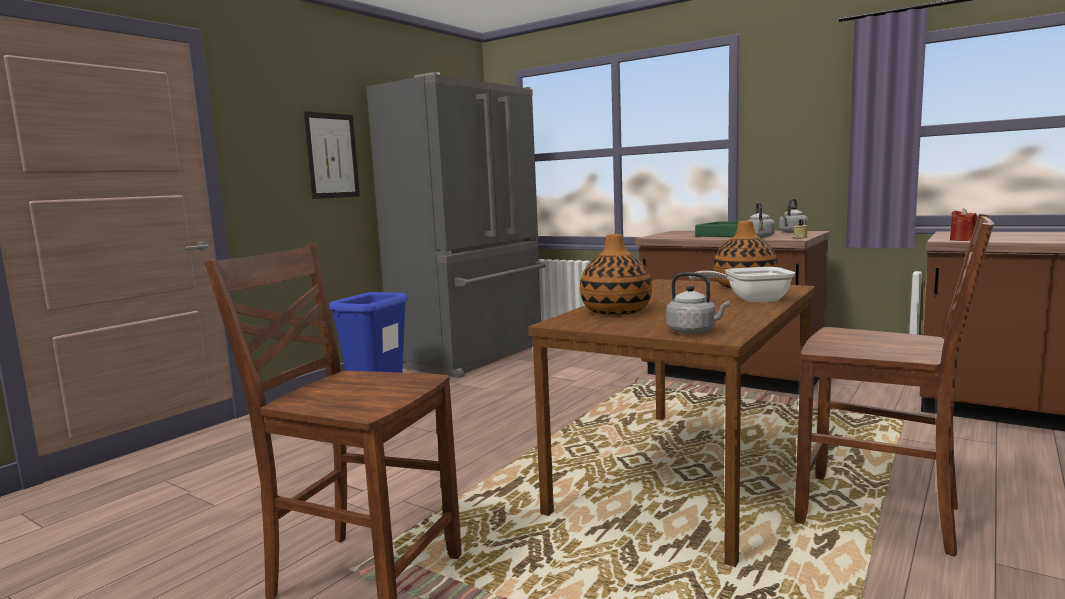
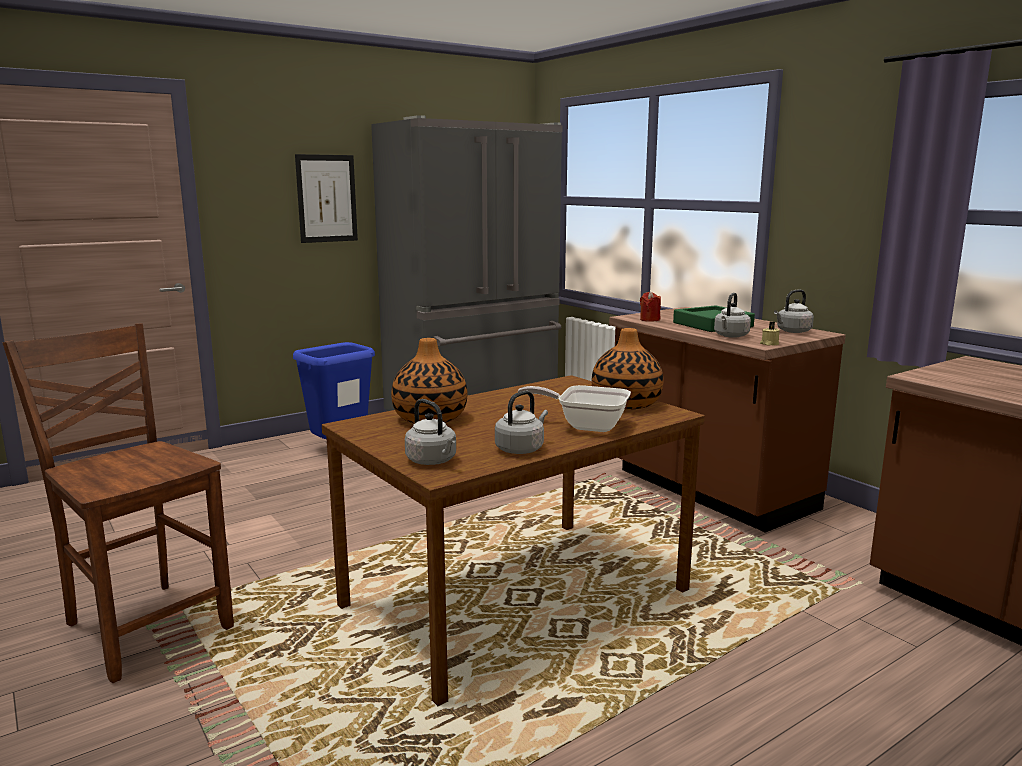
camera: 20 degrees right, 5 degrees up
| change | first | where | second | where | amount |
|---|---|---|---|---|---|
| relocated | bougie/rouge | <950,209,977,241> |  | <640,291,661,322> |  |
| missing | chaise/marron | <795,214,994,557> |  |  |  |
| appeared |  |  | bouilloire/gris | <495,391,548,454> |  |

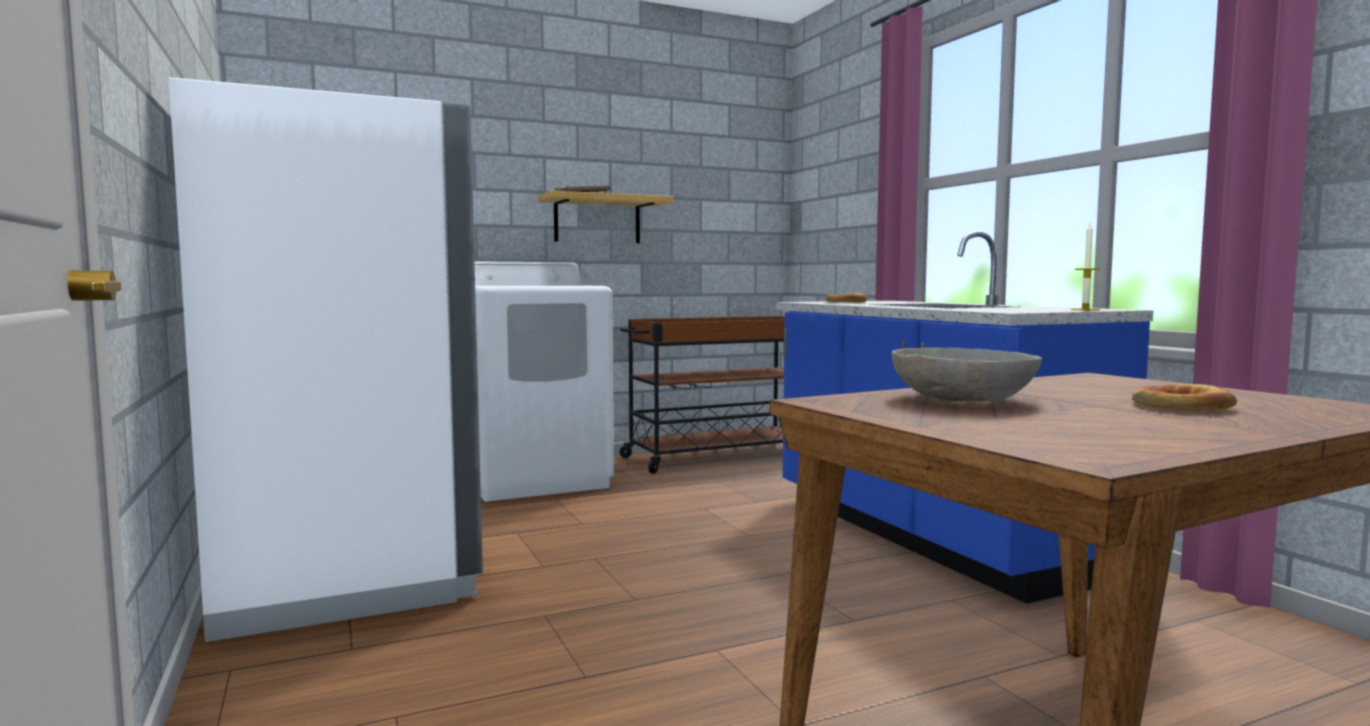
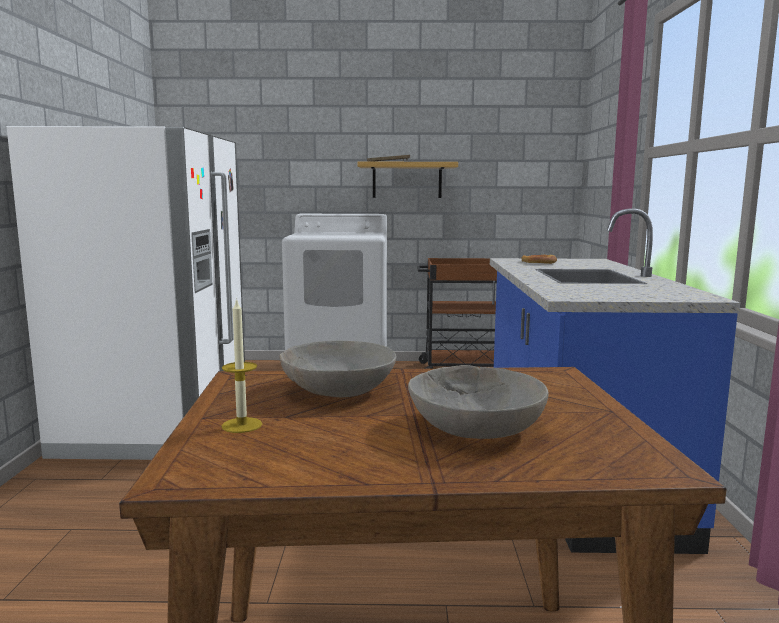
camera: 25 degrees right, 5 degrees up
| change | first | where | second | where | amount |
|---|---|---|---|---|---|
| relocated | bougie | <1071,224,1100,311> |  | <222,298,262,433> |  |
| exchanged | pain | <1132,384,1237,411> | bol/gris | <408,365,549,439> |  |

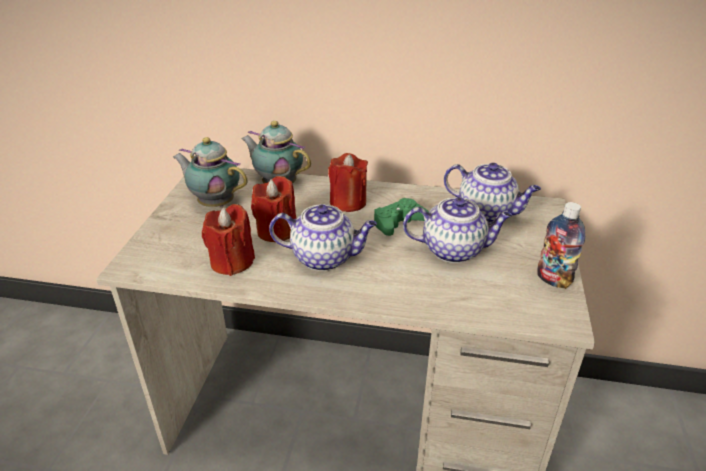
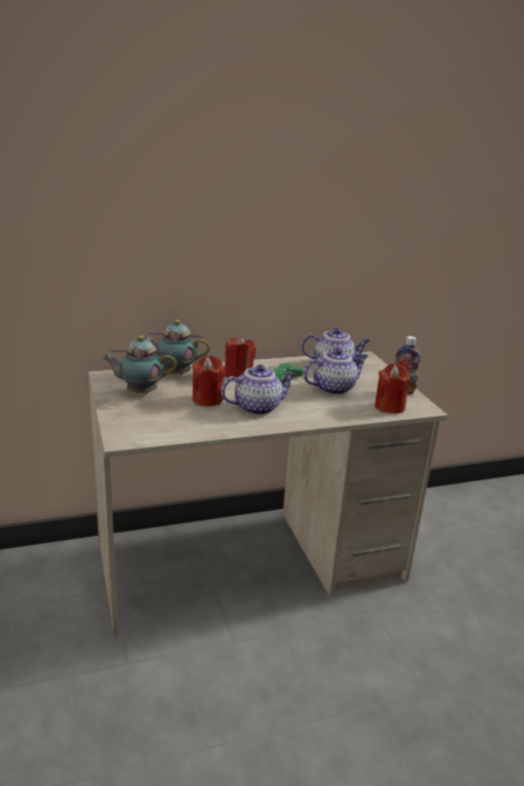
camera: 30 degrees left, 10 degrees down
| change | first | where | second | where | amount |
|---|---|---|---|---|---|
| relocated | bougie/rouge | <202,204,255,276> |  | <375,363,411,414> |  |

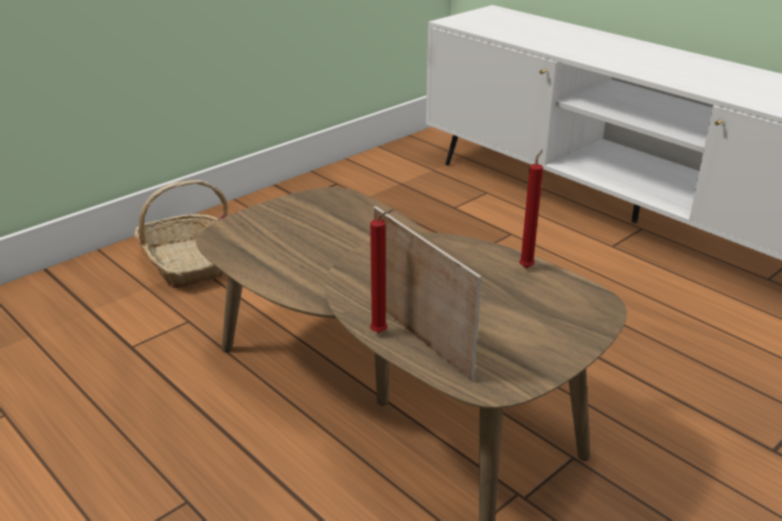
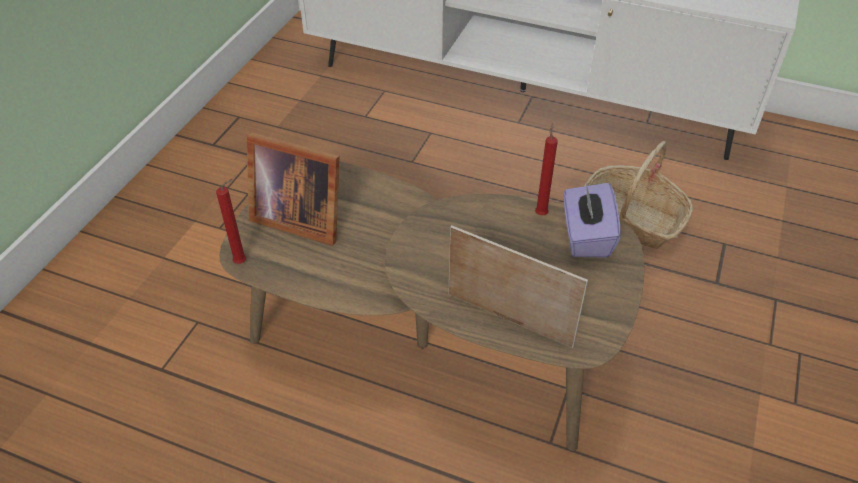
camera: 25 degrees left, 15 degrees up
| change | first | where | second | where | amount |
|---|---|---|---|---|---|
| relocated | panier | <134,180,228,288> |  | <584,141,693,249> |  |
| relocated | bougie/rouge | <370,209,394,333> |  | <216,179,246,264> |  |
| appeared |  |  | cadre photo | <246,133,340,246> |  |
| appeared |  |  | boîte à mouchoirs/violet | <564,183,620,258> |  |

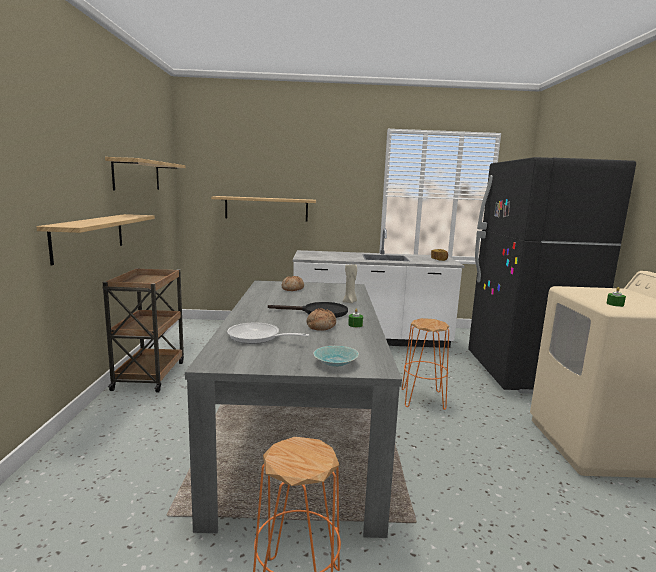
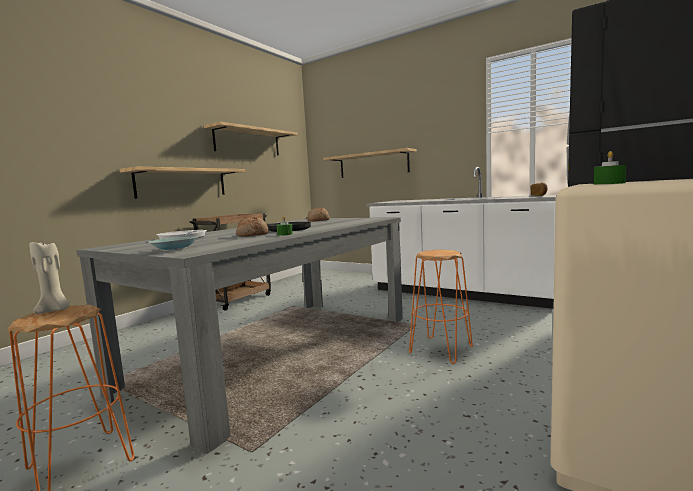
camera: 35 degrees right, 5 degrees down
| change | first | where | second | where | amount |
|---|---|---|---|---|---|
| relocated | bougie/beige | <343,262,357,303> |  | <29,238,70,314> |  |

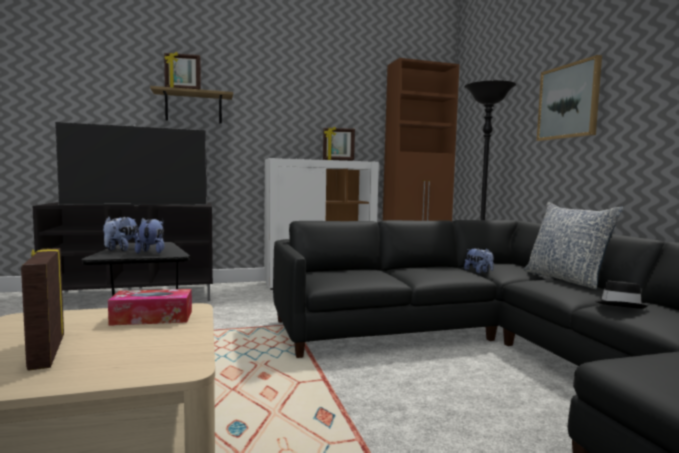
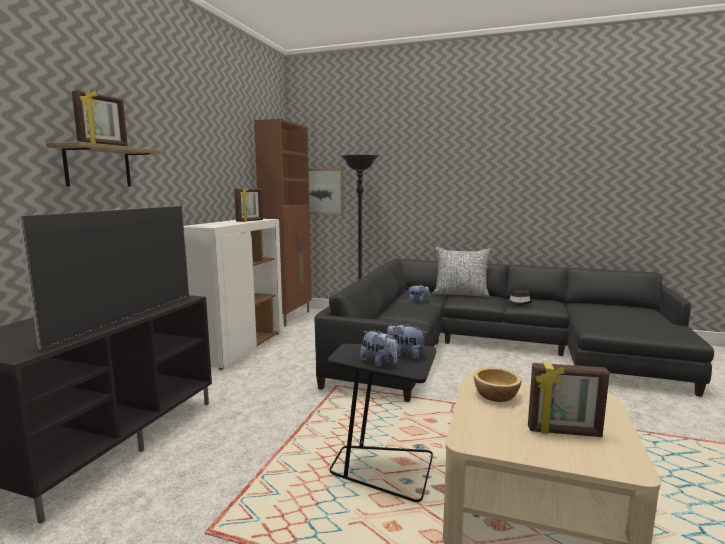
camera: 55 degrees left, 5 degrees up
| change | first | where | second | where | amount |
|---|---|---|---|---|---|
| relocated | tableau | <537,55,602,141> |  | <309,168,343,214> |  |
| exchanged | boîte à mouchoirs | <108,289,192,326> | bol | <474,368,521,402> |  |

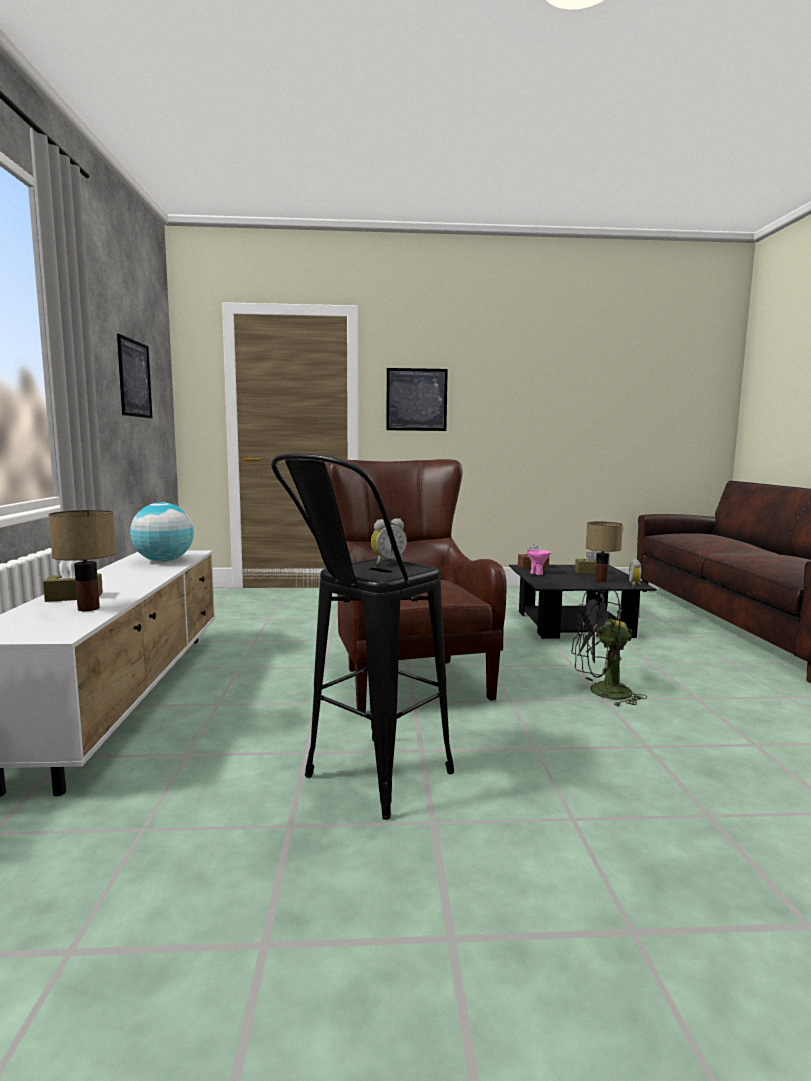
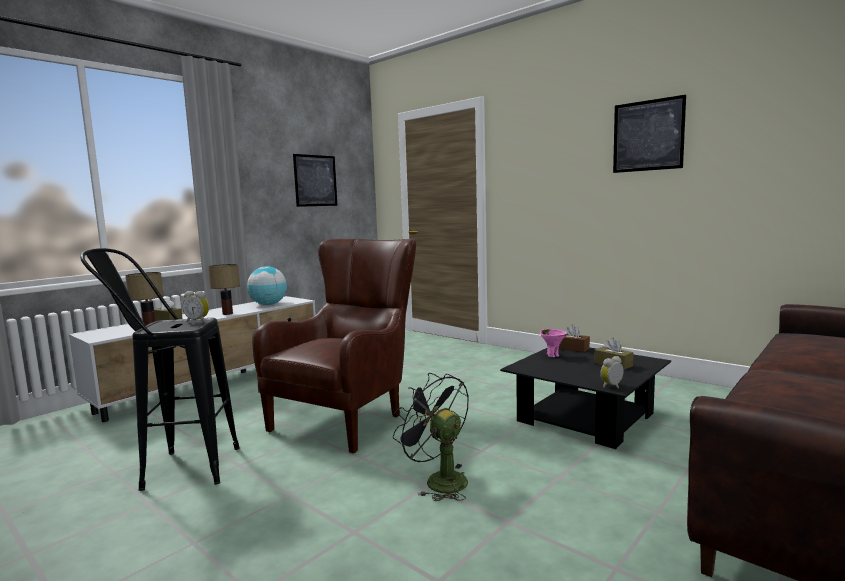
camera: 45 degrees right, 0 degrees up
| change | first | where | second | where | amount |
|---|---|---|---|---|---|
| relocated | tableau | <386,368,448,431> |  | <613,95,686,173> |  |
| relocated | lampe de table | <586,521,623,582> |  | <208,264,240,315> |  |

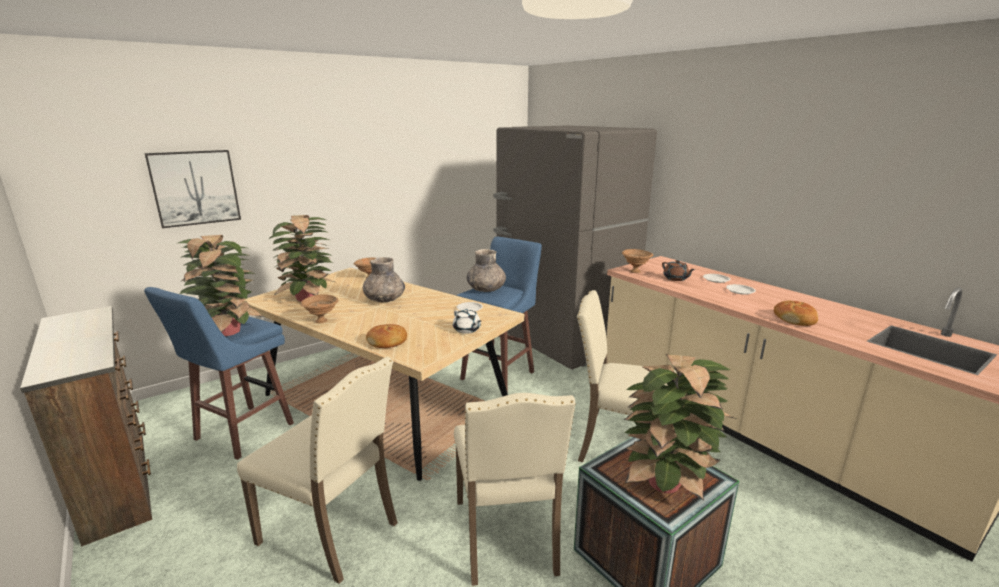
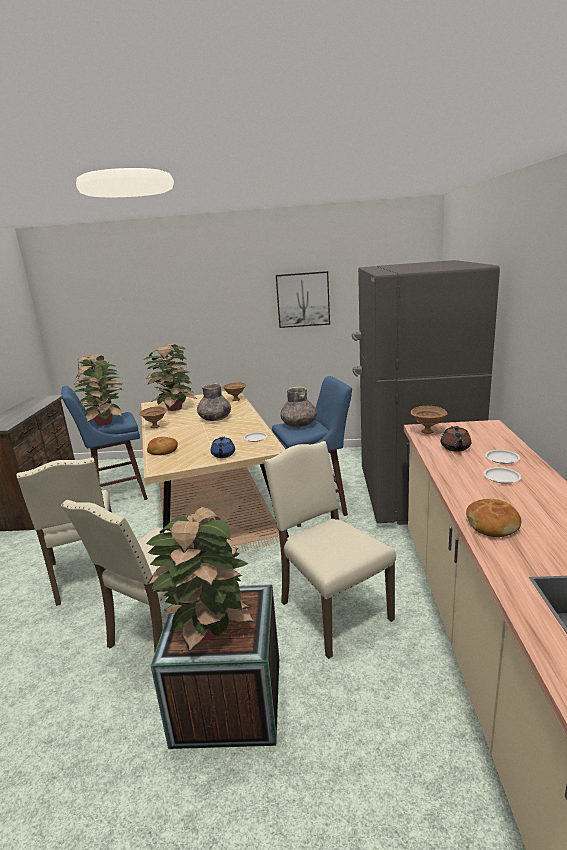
camera: 40 degrees right, 0 degrees up
| change | first | where | second | where | amount |
|---|---|---|---|---|---|
| relocated | tableau | <145,150,241,228> |  | <276,271,330,328> |  |
| colour | théière/blanc | <453,309,481,334> | théière/bleu | <211,437,235,458> |  |

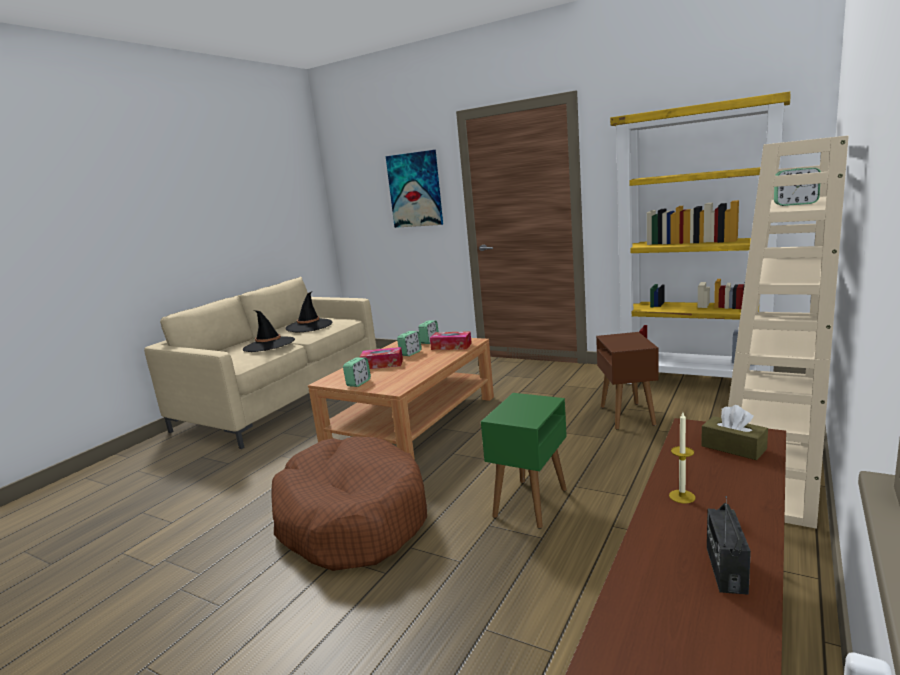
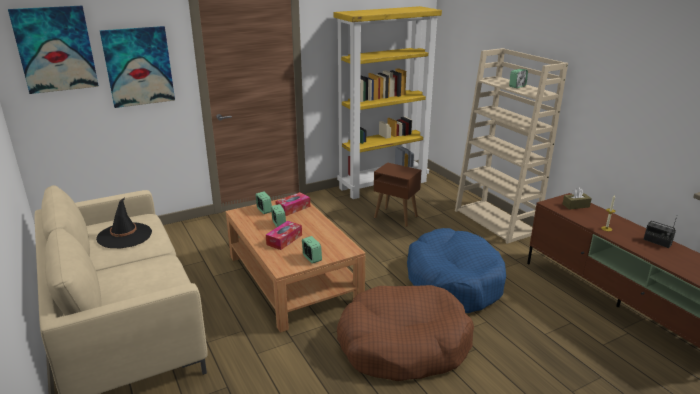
camera: 60 degrees left, 10 degrees up
| change | first | where | second | where | amount |
|---|---|---|---|---|---|
| missing | chapeau/noir | <243,310,295,352> |  |  |  |
| exchanged | table d'appoint/vert | <481,393,567,529> | panier pour chien/bleu | <407,228,506,313> |  |
| appeared |  |  | tableau | <8,6,99,94> |  |

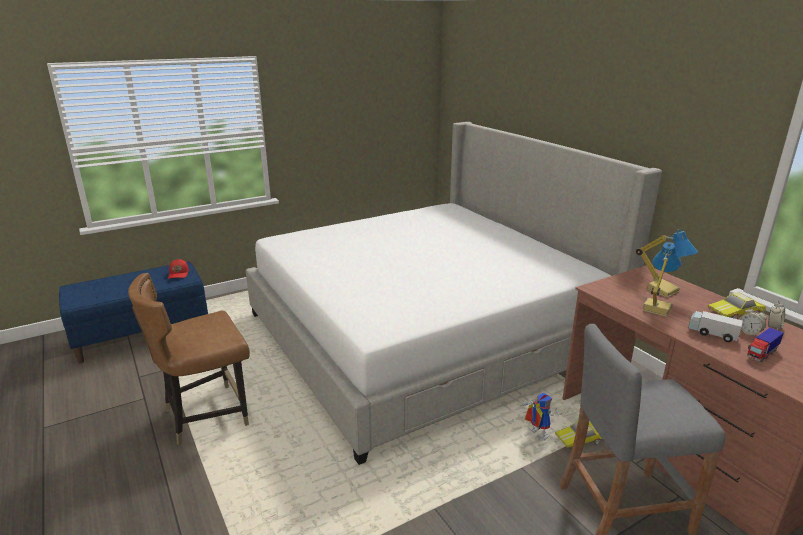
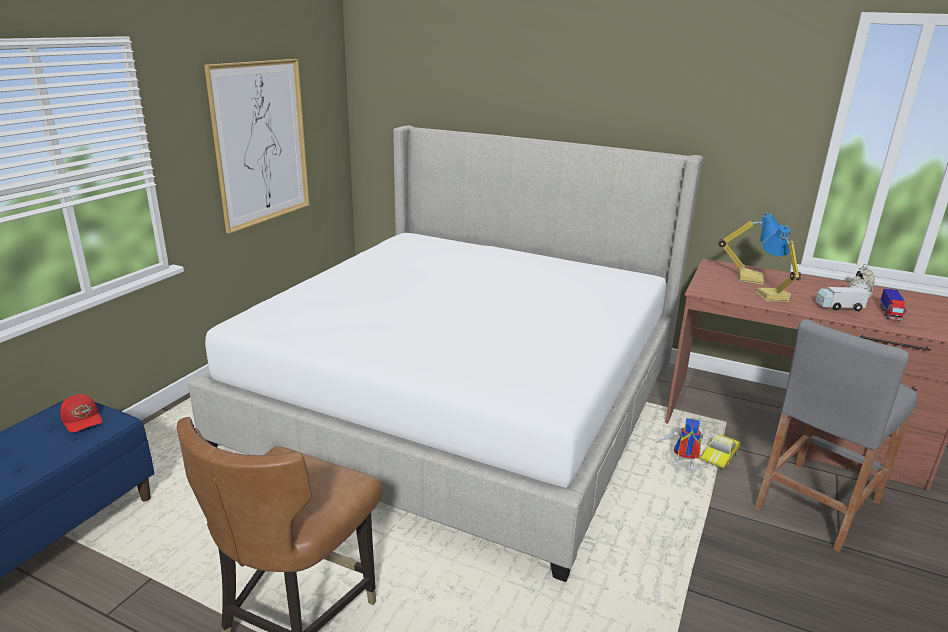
camera: 35 degrees left, 0 degrees up
| change | first | where | second | where | amount |
|---|---|---|---|---|---|
| missing | petite voiture | <708,292,766,319> |  |  |  |
| appeared |  |  | tableau | <204,59,309,234> |  |

